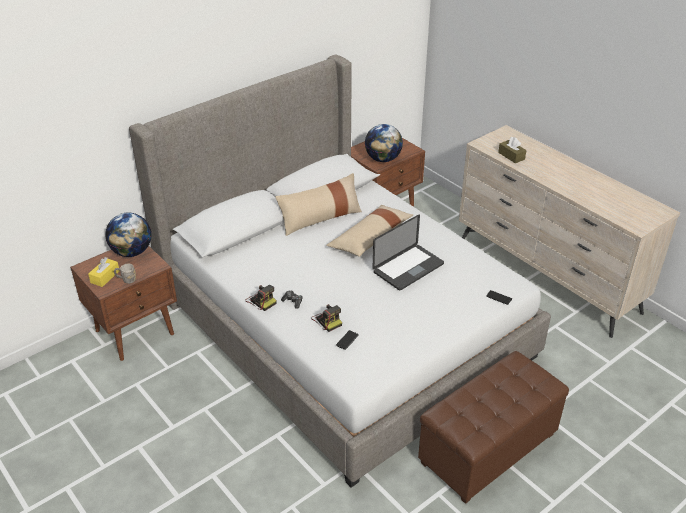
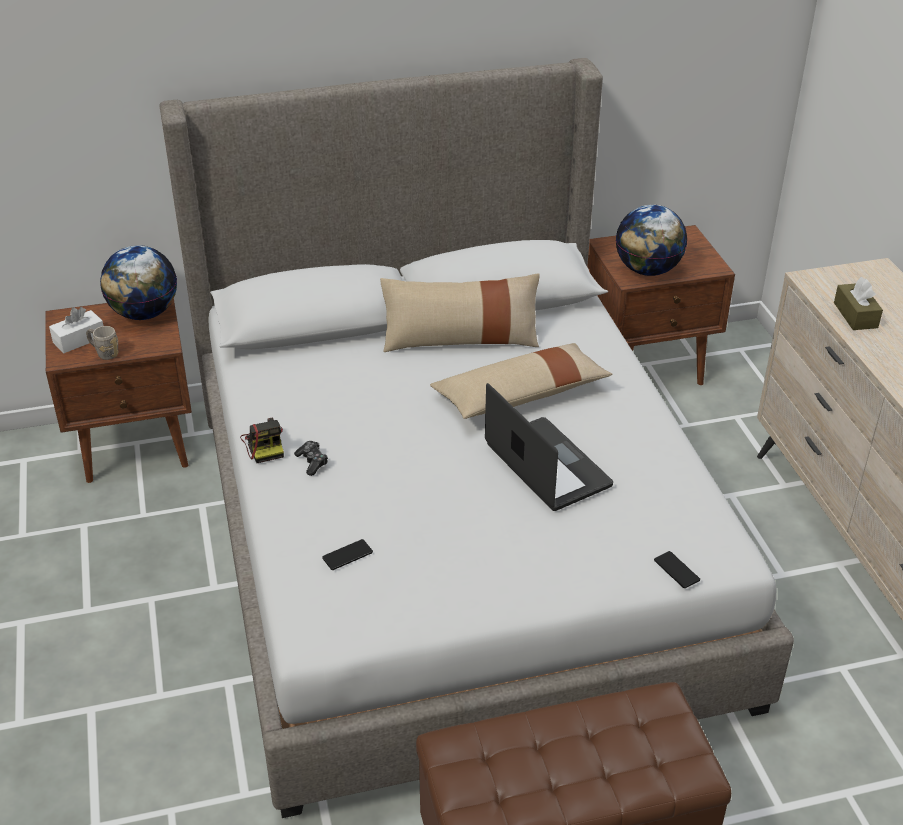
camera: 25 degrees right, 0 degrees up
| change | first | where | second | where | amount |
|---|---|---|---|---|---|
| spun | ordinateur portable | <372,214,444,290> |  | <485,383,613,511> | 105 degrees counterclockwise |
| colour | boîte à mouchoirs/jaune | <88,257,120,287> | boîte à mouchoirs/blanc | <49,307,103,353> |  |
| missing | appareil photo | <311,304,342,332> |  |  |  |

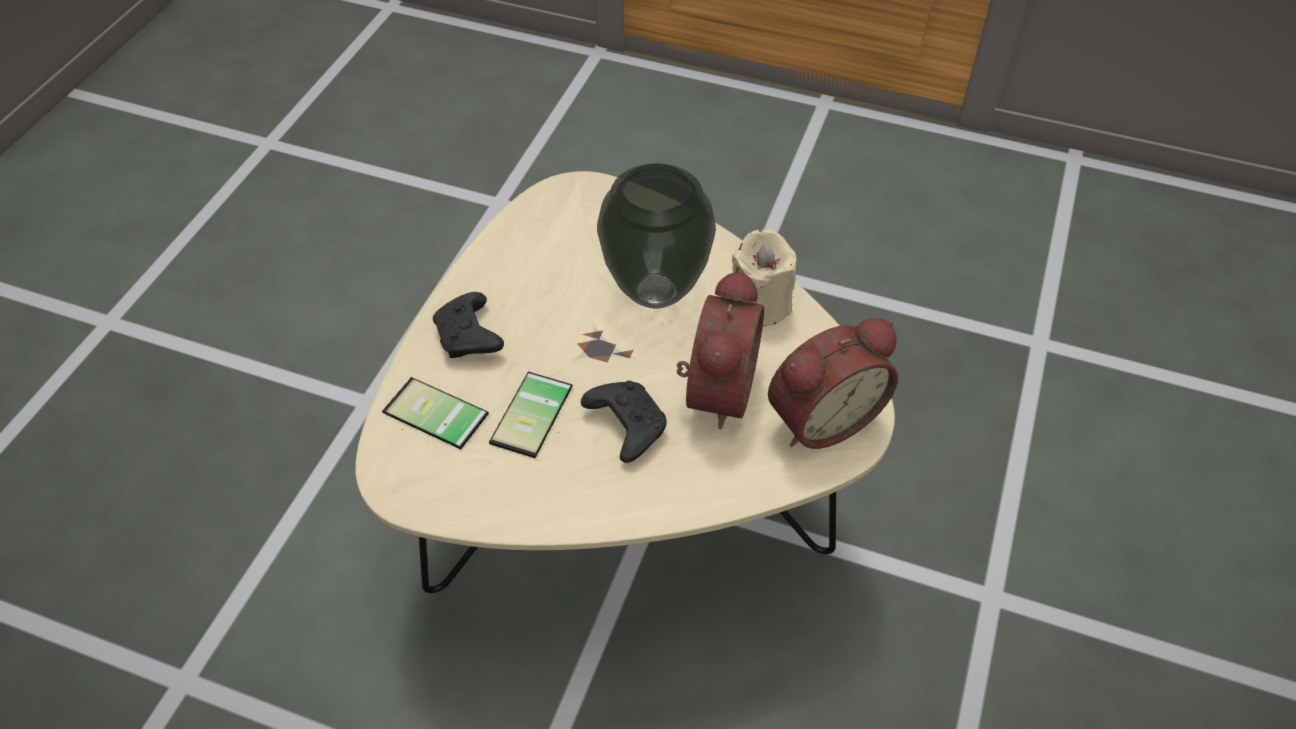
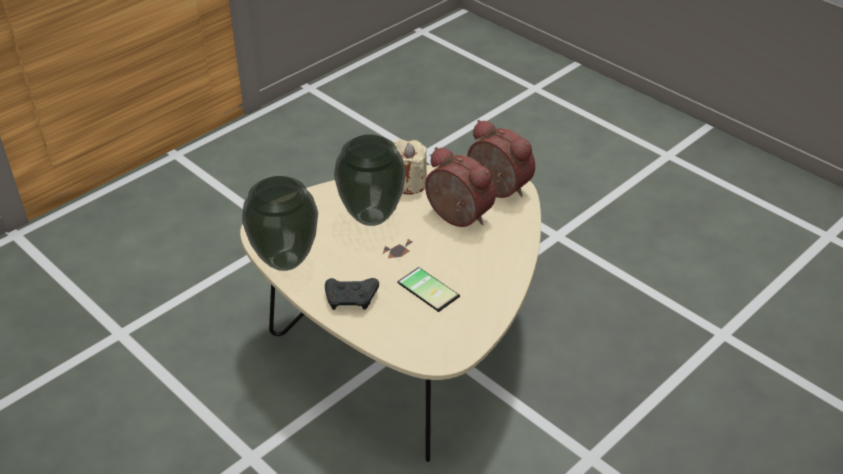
camera: 65 degrees left, 10 degrees down
| change | first | where | second | where | amount |
|---|---|---|---|---|---|
| spun | réveil | <768,318,898,449> |  | <467,120,535,198> | 45 degrees counterclockwise |
| missing | téléphone | <382,377,489,449> |  |  |  |
| missing | manette/noir | <581,380,667,463> |  |  |  |
| appeared |  |  | vase | <242,176,318,271> |  |

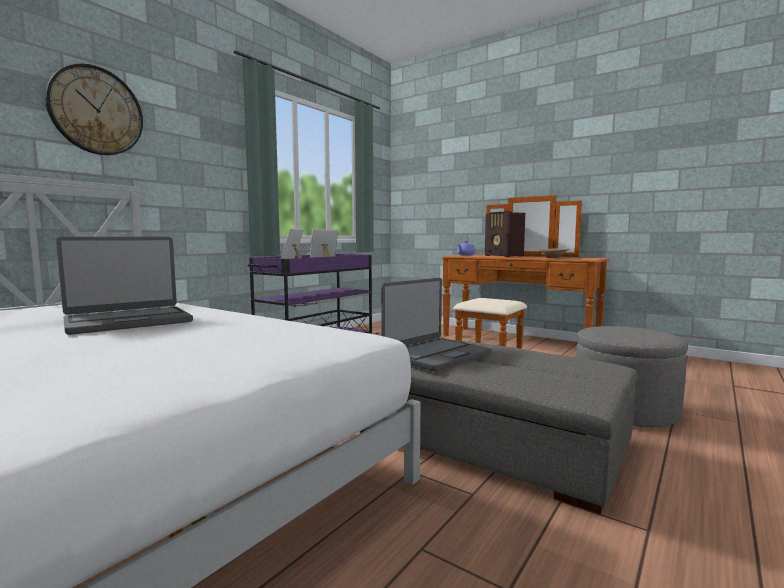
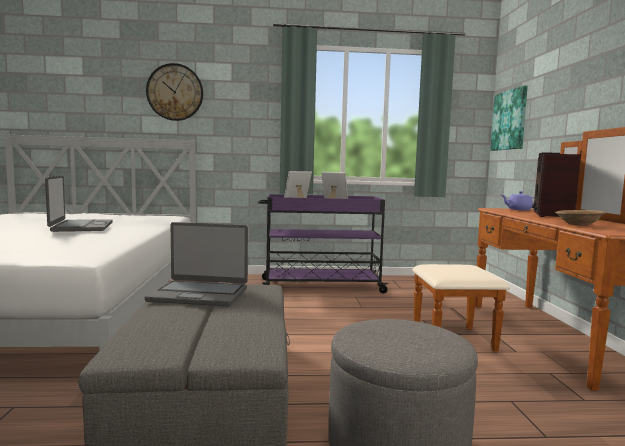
camera: 50 degrees right, 0 degrees up
| change | first | where | second | where | amount |
|---|---|---|---|---|---|
| spun | ordinateur portable | <56,237,193,335> |  | <45,175,113,232> | 120 degrees counterclockwise |
| appeared |  |  | tableau | <490,86,528,151> |  |

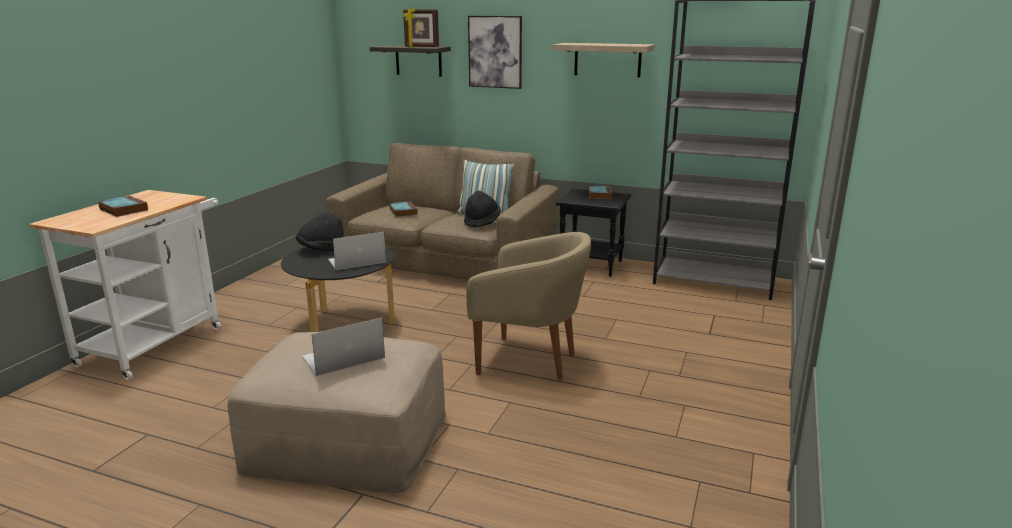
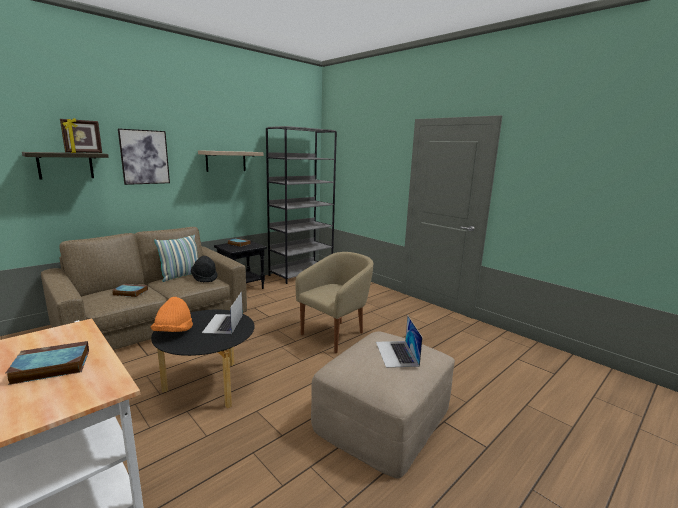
camera: 65 degrees left, 5 degrees down
| change | first | where | second | where | amount |
|---|---|---|---|---|---|
| colour | chapeau/noir | <296,212,343,251> | chapeau/orange | <151,297,193,332> |  |

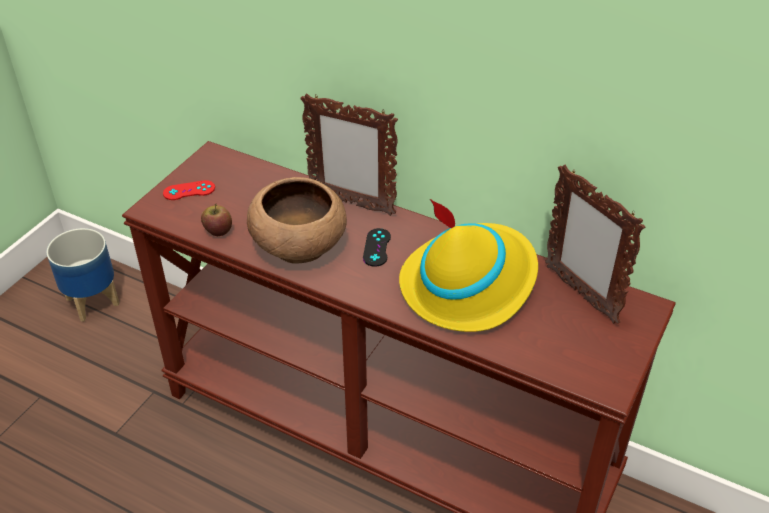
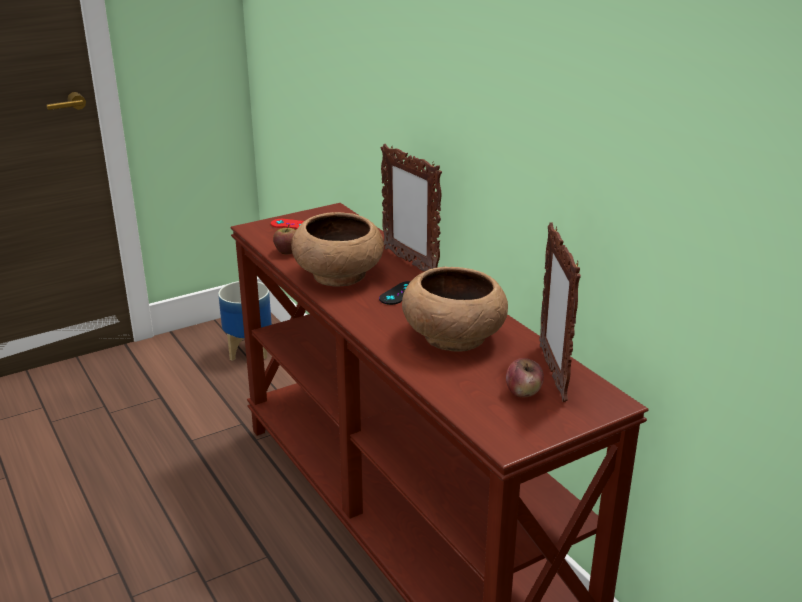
camera: 30 degrees right, 15 degrees down
| change | first | where | second | where | amount |
|---|---|---|---|---|---|
| exchanged | chapeau/jaune | <399,199,538,332> | bol/marron | <402,267,508,352> |  |
| appeared |  |  | pomme | <506,358,544,398> |  |

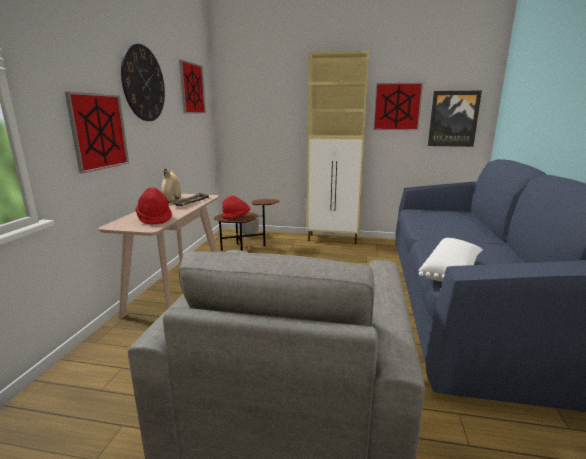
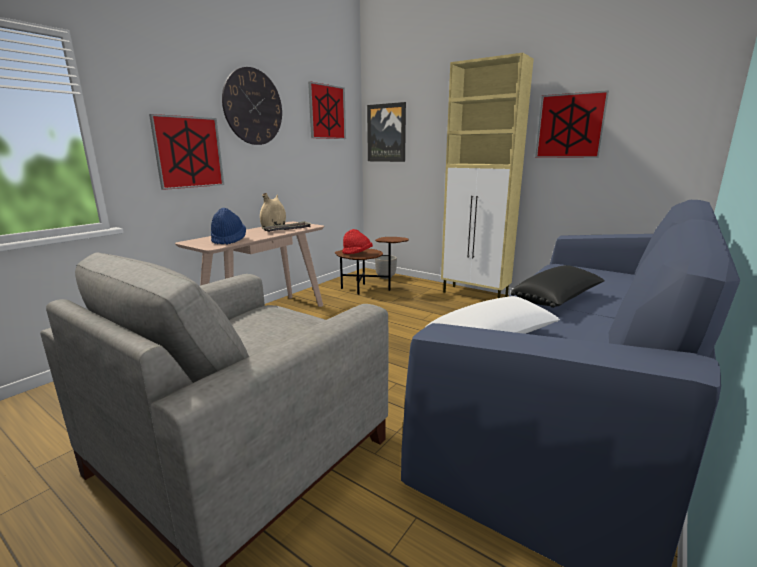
camera: 25 degrees right, 0 degrees up
| change | first | where | second | where | amount |
|---|---|---|---|---|---|
| relocated | tableau | <428,91,482,147> |  | <367,102,406,162> |  |
| colour | chapeau/rouge | <136,187,172,225> | chapeau/bleu | <211,208,246,245> |  |
| appeared |  |  | coussin/noir | <511,265,605,308> |  |

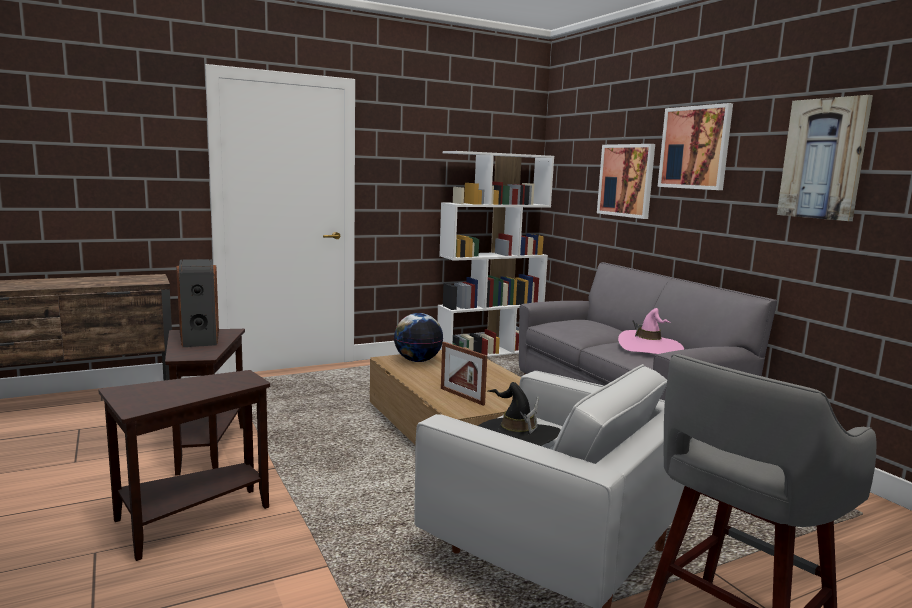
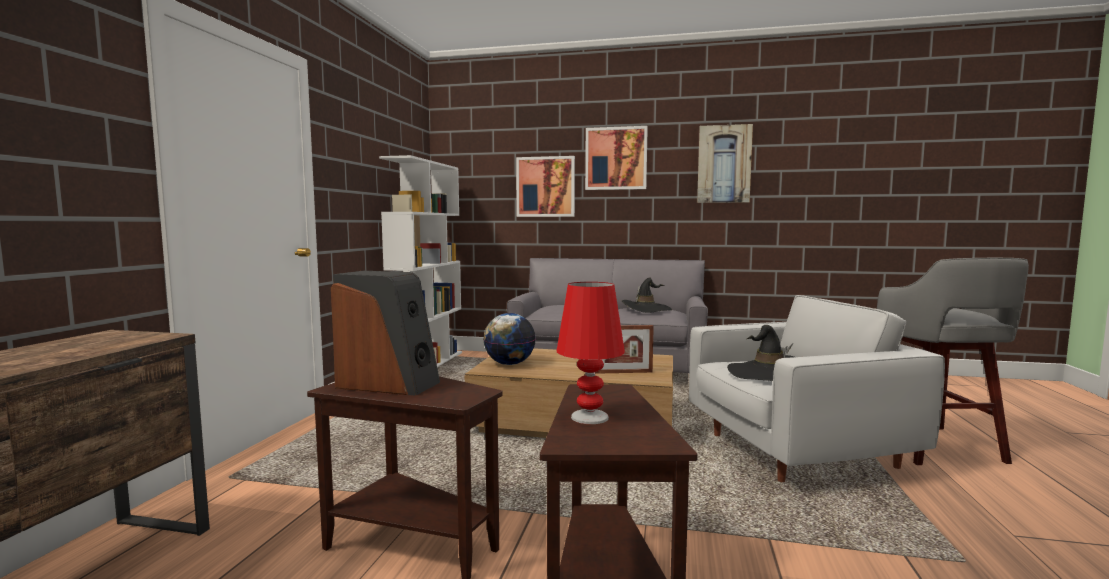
camera: 50 degrees left, 5 degrees down
| change | first | where | second | where | amount |
|---|---|---|---|---|---|
| colour | chapeau/rose | <618,308,684,354> | chapeau/noir | <622,277,672,313> |  |
| appeared |  |  | lampe de table/rouge | <557,282,625,424> |  |

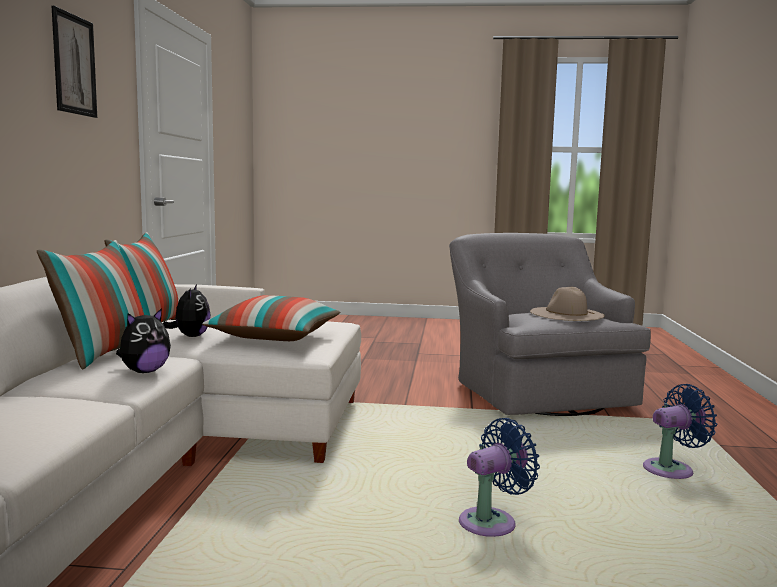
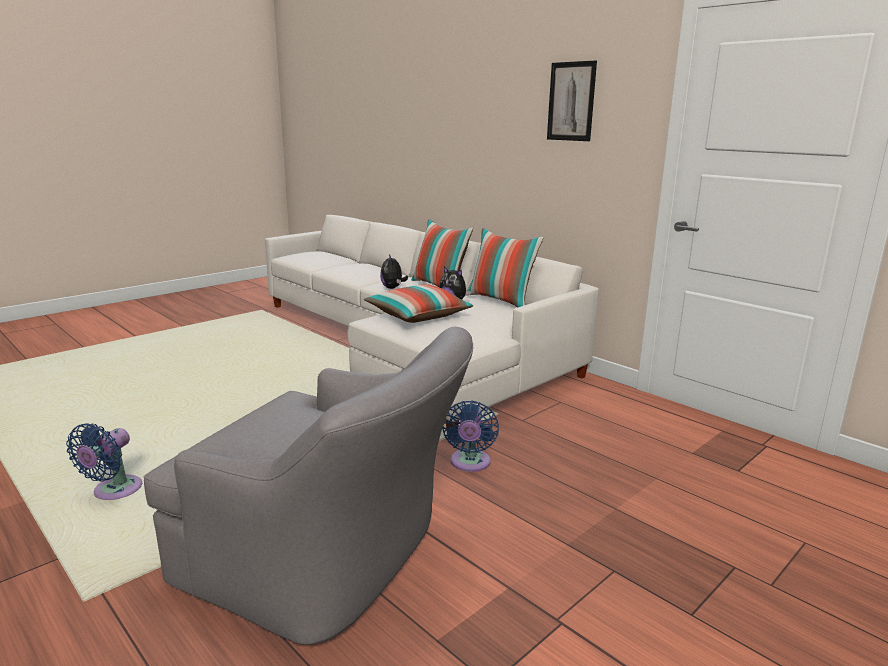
camera: 130 degrees right, 10 degrees up
| change | first | where | second | where | amount |
|---|---|---|---|---|---|
| missing | chapeau/beige | <530,287,605,321> |  |  |  |
| relocated | ventilateur/bleu | <459,418,540,537> |  | <442,400,499,472> |  |

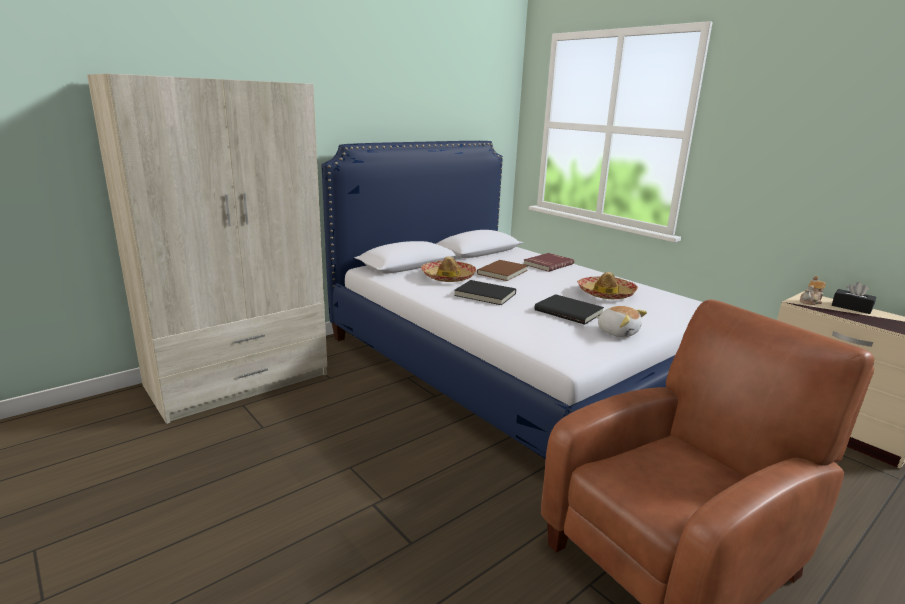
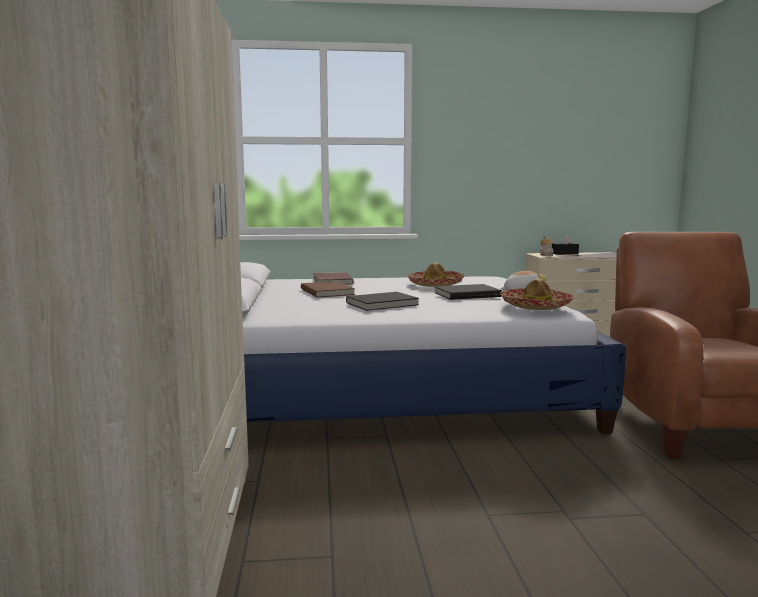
camera: 55 degrees left, 10 degrees down
| change | first | where | second | where | amount |
|---|---|---|---|---|---|
| relocated | chapeau | <421,257,476,282> |  | <500,278,574,310> |  |

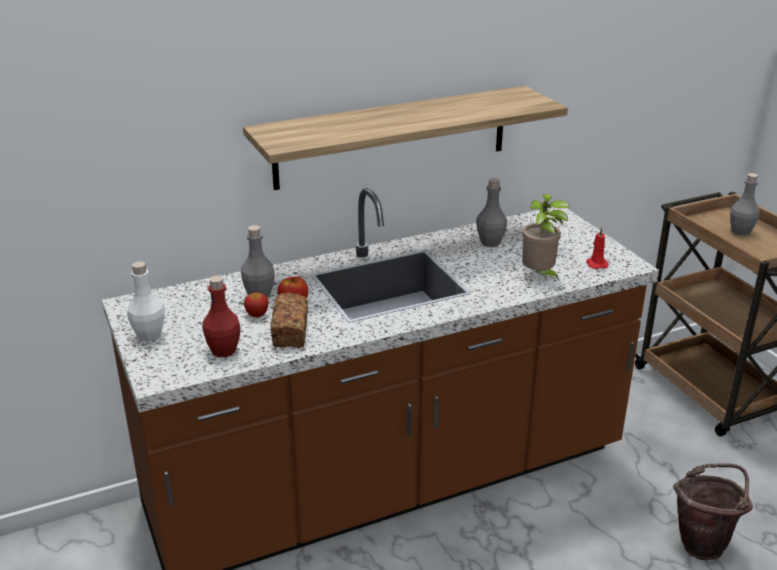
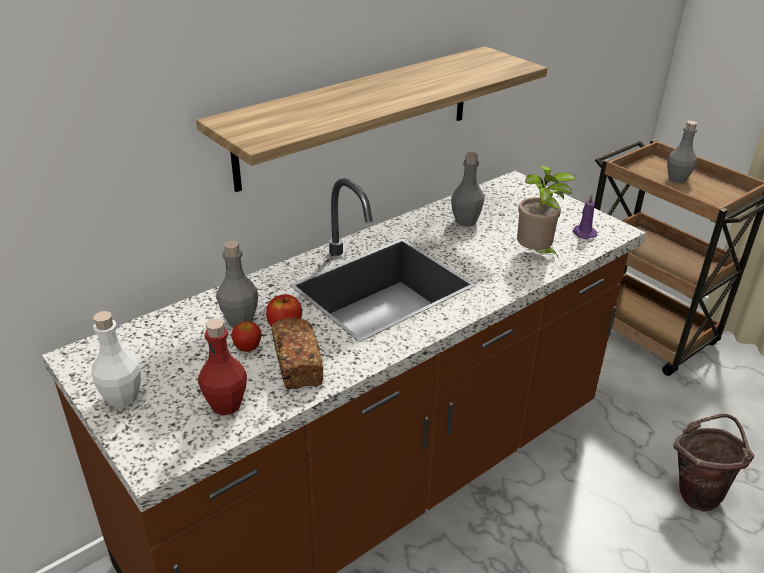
camera: 15 degrees left, 5 degrees up
| change | first | where | second | where | amount |
|---|---|---|---|---|---|
| colour | bougie/rouge | <586,227,609,269> | bougie/violet | <573,195,597,239> |  |

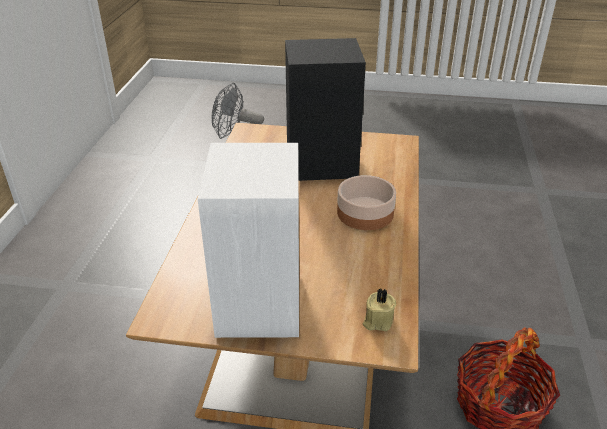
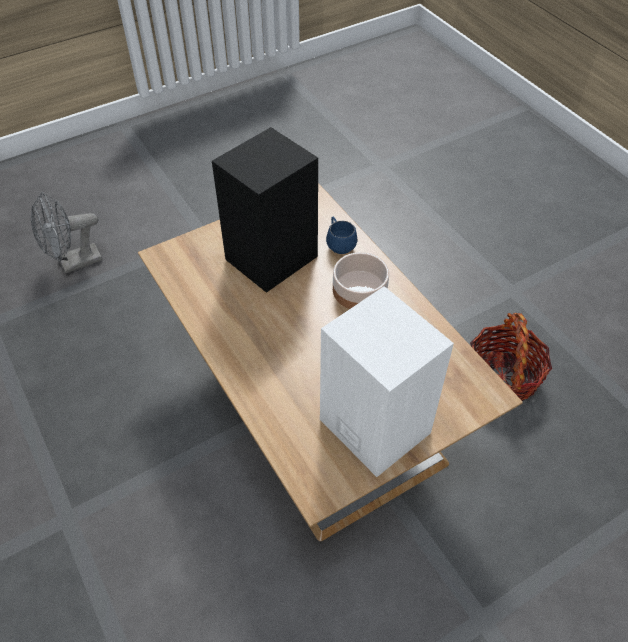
camera: 40 degrees left, 15 degrees up
| change | first | where | second | where | amount |
|---|---|---|---|---|---|
| missing | bougie/beige | <363,289,396,331> |  |  |  |
| appeared |  |  | mug/bleu | <326,217,358,254> |  |

